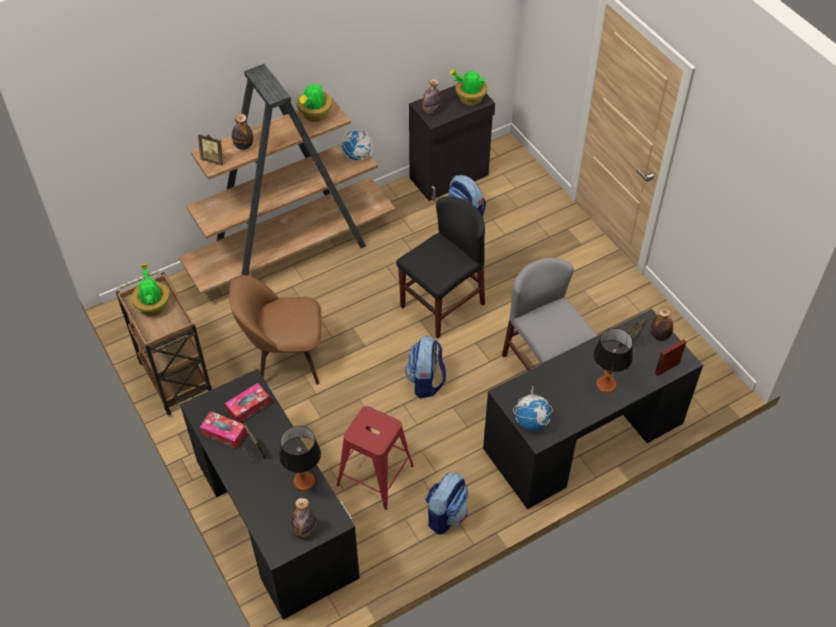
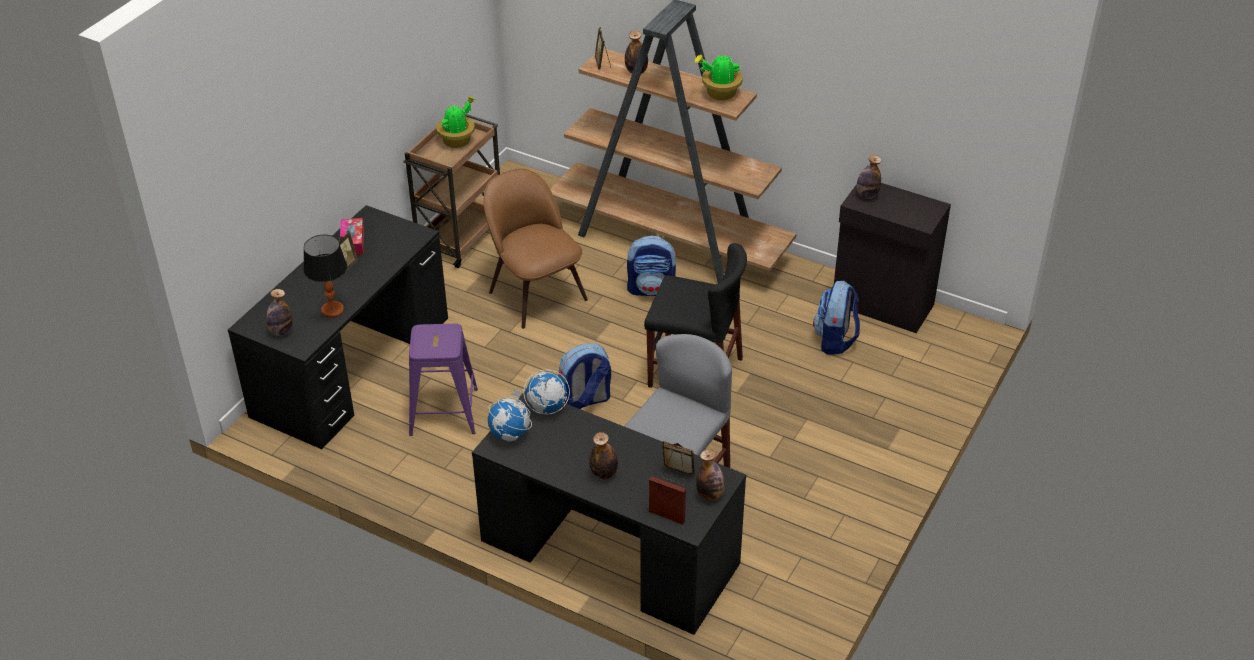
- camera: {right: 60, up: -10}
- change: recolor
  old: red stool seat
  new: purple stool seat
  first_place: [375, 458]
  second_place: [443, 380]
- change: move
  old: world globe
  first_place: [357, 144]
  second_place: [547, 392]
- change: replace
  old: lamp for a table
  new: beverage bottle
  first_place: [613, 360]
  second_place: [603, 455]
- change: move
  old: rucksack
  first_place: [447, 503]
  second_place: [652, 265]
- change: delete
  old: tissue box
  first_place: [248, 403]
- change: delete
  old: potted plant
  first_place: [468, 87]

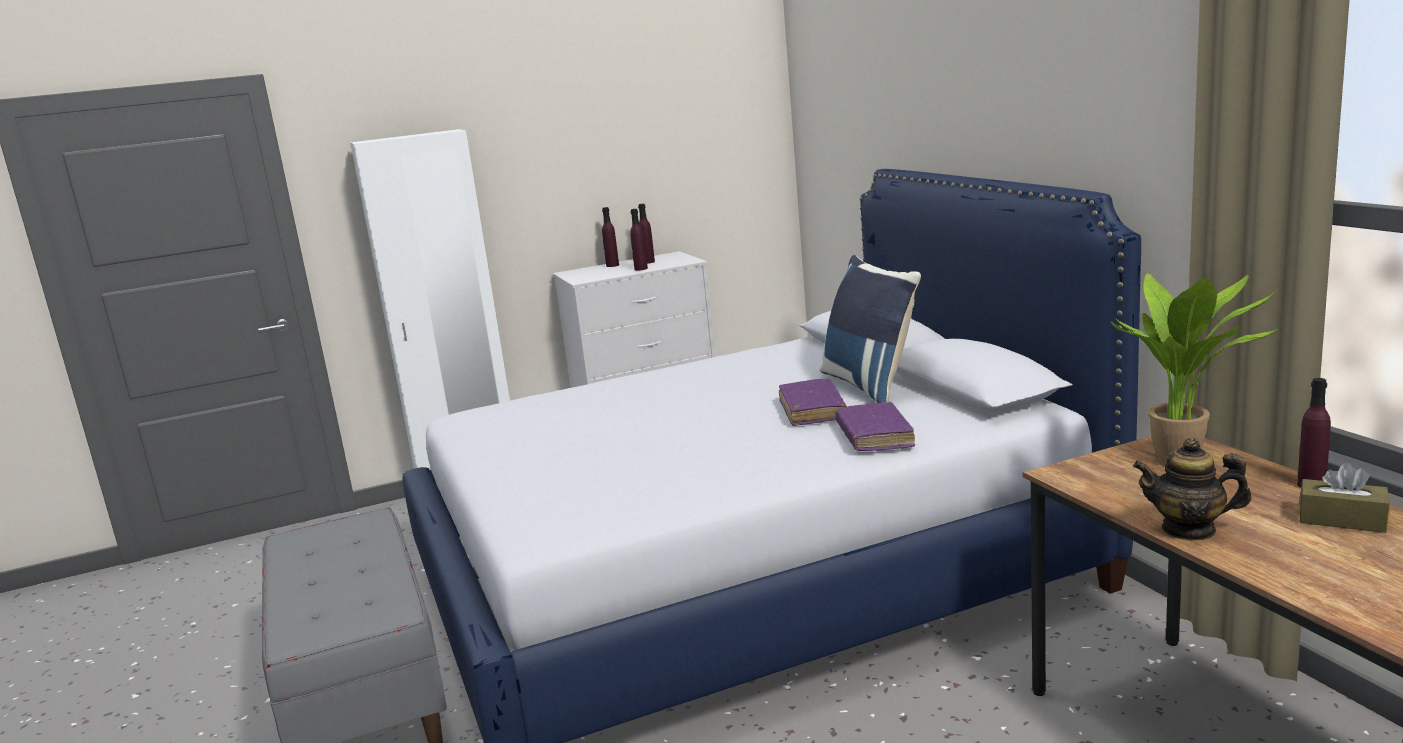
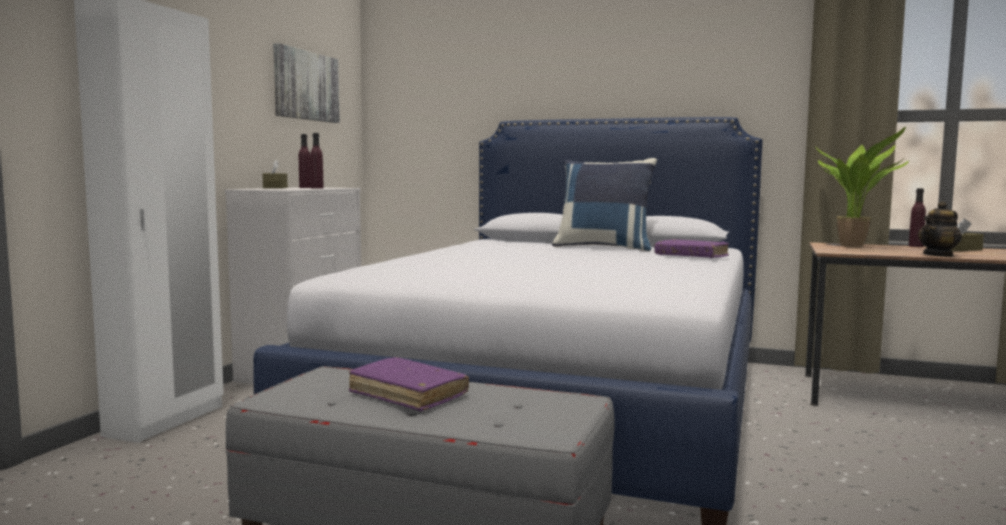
- camera: {right: -50, up: -10}
- change: replace
  old: purple beverage bottle
  new: brownish tissue box
  first_place: [610, 237]
  second_place: [275, 174]
- change: insert
  new: picture
  second_place: [306, 83]
- change: move
  old: purple bound book
  first_place: [813, 402]
  second_place: [409, 384]

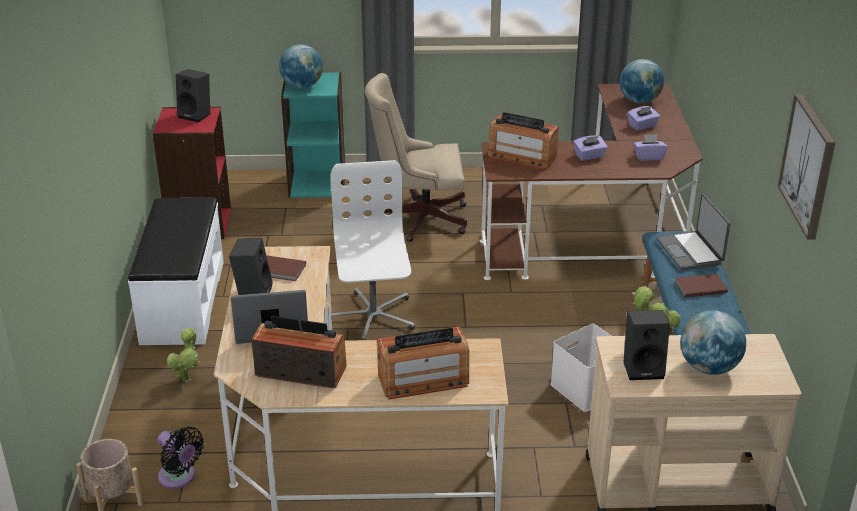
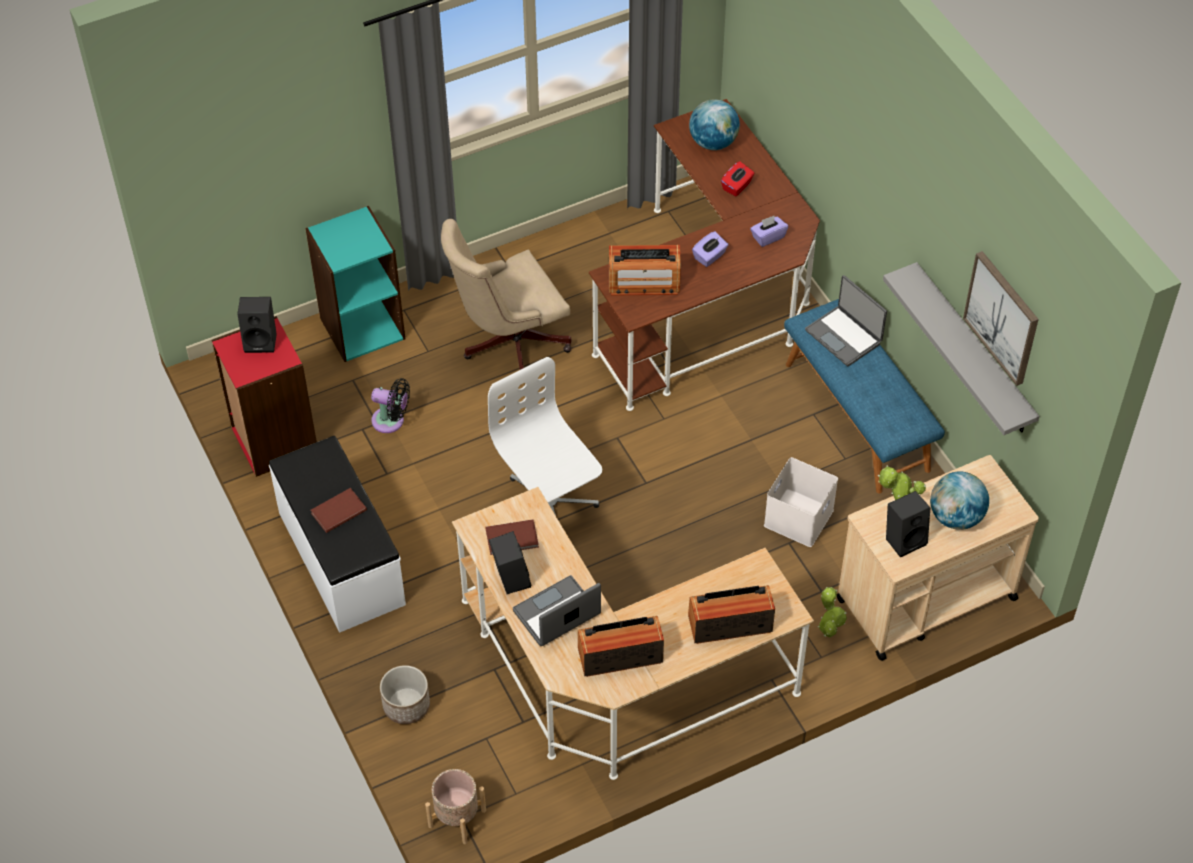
- camera: {right: -25, up: 20}
- change: move
  old: brownish bound book
  first_place: [701, 286]
  second_place: [339, 510]
- change: move
  old: black-coloured fan
  first_place: [181, 458]
  second_place: [390, 405]
- change: insert
  new: planter
  second_place: [405, 694]
- change: rotate
  old: radio receiver
  first_place: [423, 362]
  second_place: [731, 614]
  degrees: -150
- change: recolor
  old: purple tissue box
  new: red tissue box
  first_place: [643, 118]
  second_place: [738, 178]
- change: move
  old: potted plant
  first_place: [183, 355]
  second_place: [832, 612]
- change: insert
  new: grey bracket shelf
  second_place: [961, 348]
- change: delete
  old: world globe
  first_place: [301, 66]

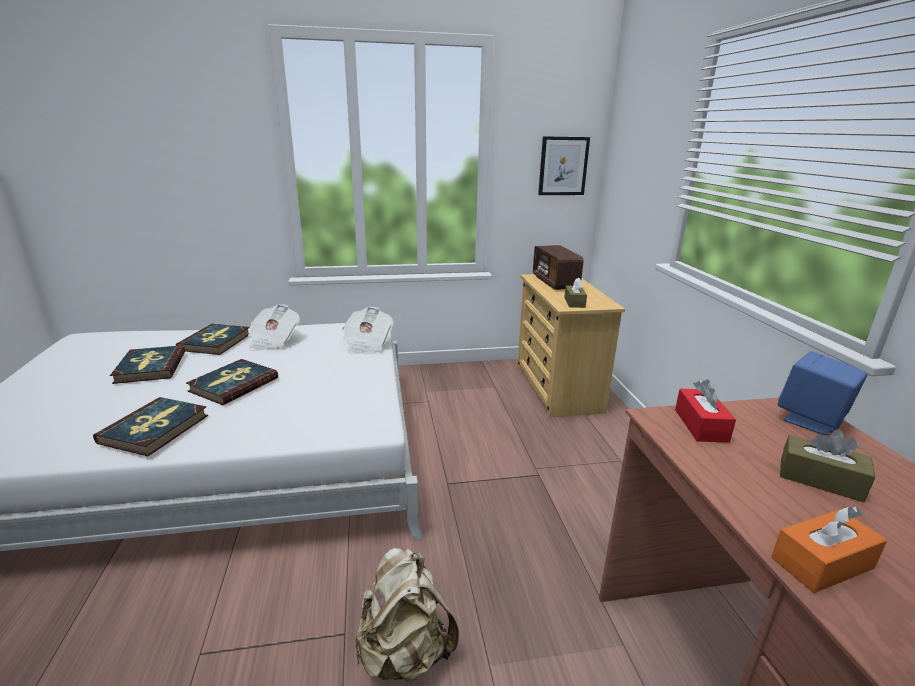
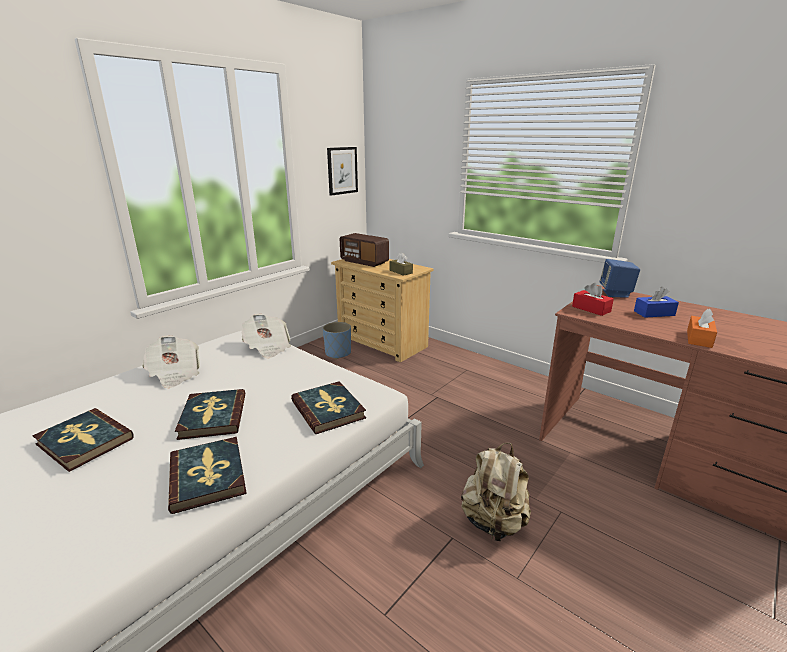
- camera: {right: -40, up: 0}
- change: move
  old: bound book
  first_place: [212, 339]
  second_place: [328, 407]
- change: insert
  new: blue-coloured planter
  second_place: [337, 340]
- change: recolor
  old: brownish tissue box
  new: blue-coloured tissue box
  first_place: [827, 466]
  second_place: [656, 302]

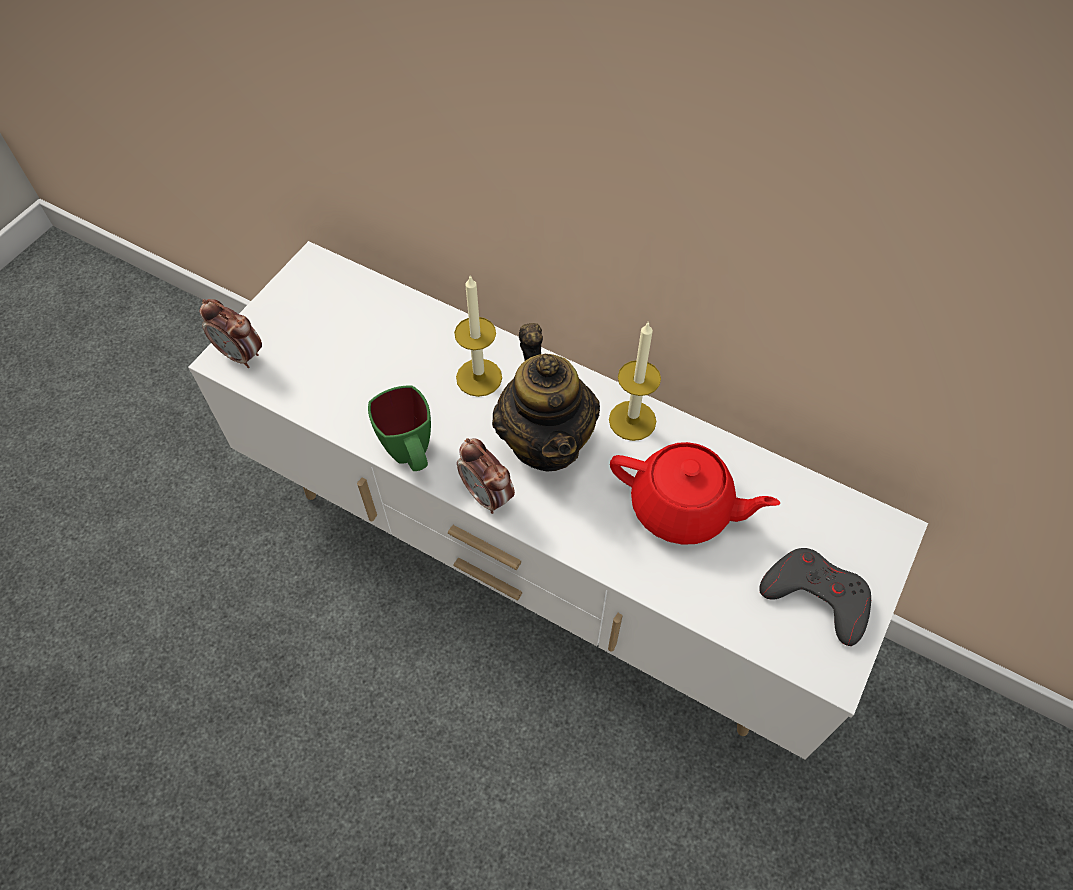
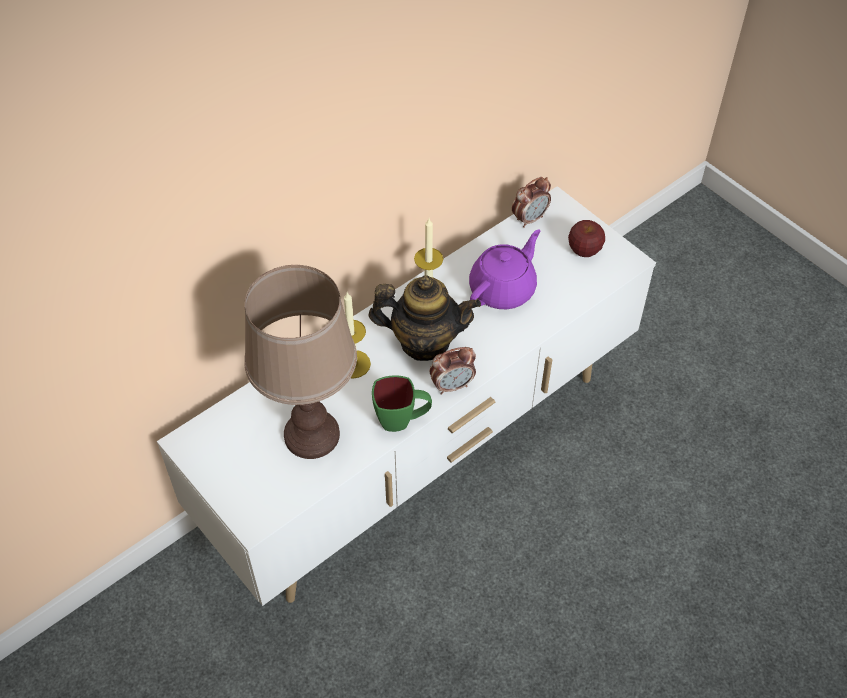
- camera: {right: -70, up: -5}
- change: insert
  new: brownish lamp for a table
  second_place: [300, 362]
- change: recolor
  old: red tea pot
  new: purple tea pot
  first_place: [695, 493]
  second_place: [504, 269]
- change: move
  old: bedside clock
  first_place: [231, 333]
  second_place: [531, 202]
- change: replace
  old: grey joypad
  new: whole apple
  first_place: [815, 597]
  second_place: [586, 238]

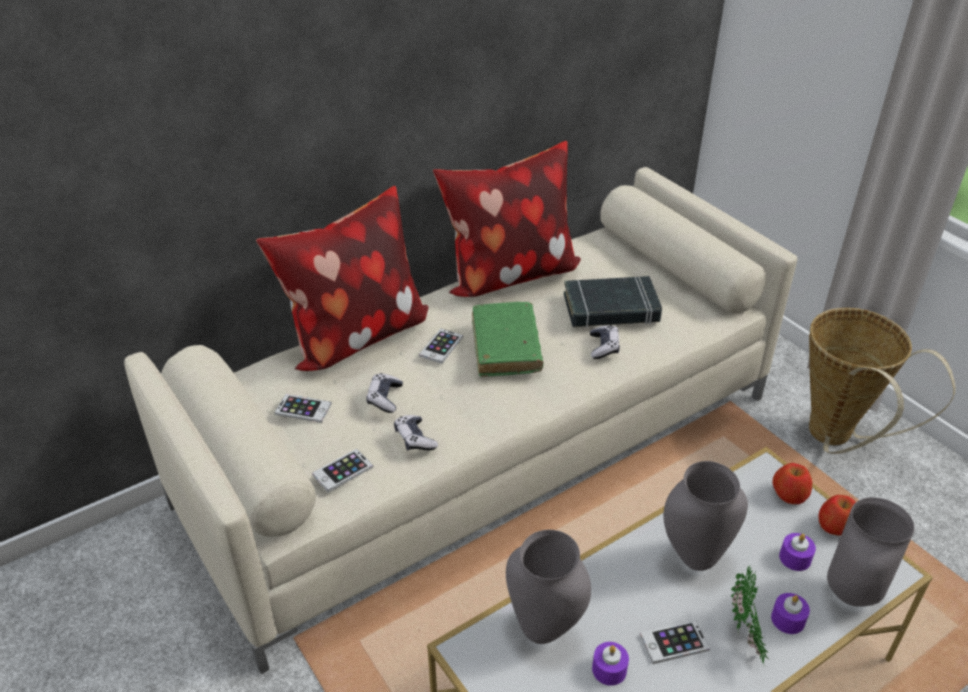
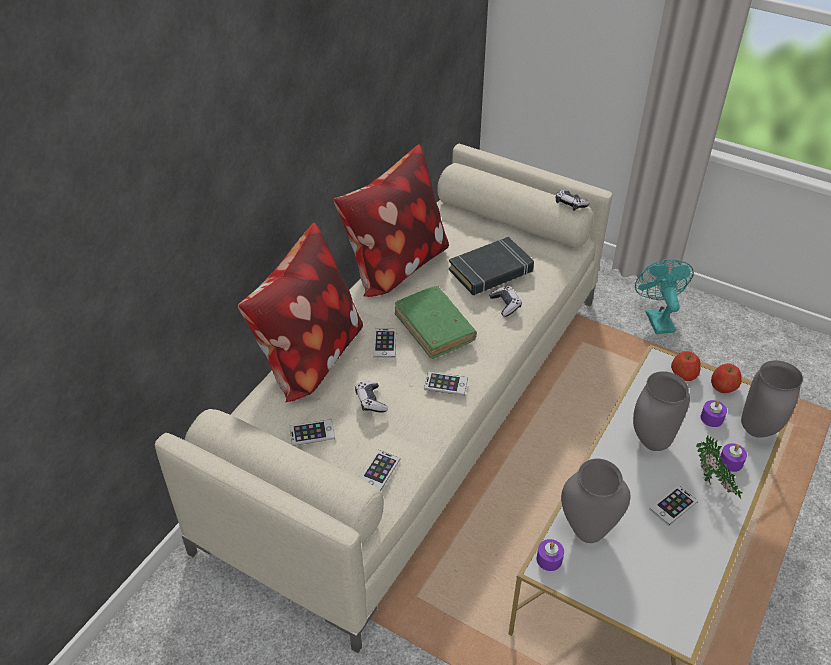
- camera: {right: -25, up: 5}
- change: insert
  new: handset
  second_place: [446, 383]
- change: move
  old: purple wax light
  first_place: [610, 664]
  second_place: [550, 555]
- change: move
  old: joypad
  first_place: [416, 433]
  second_place: [573, 200]
- change: replace
  old: household basket
  new: blue-green fan
  first_place: [882, 381]
  second_place: [664, 296]

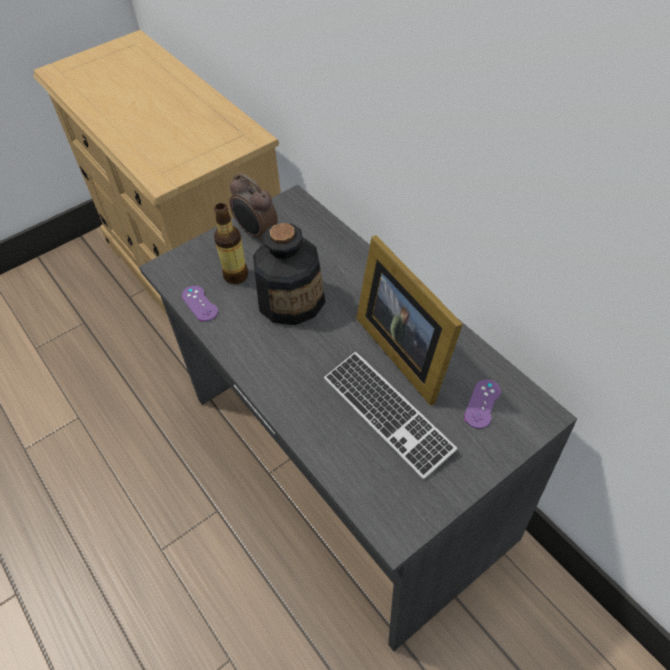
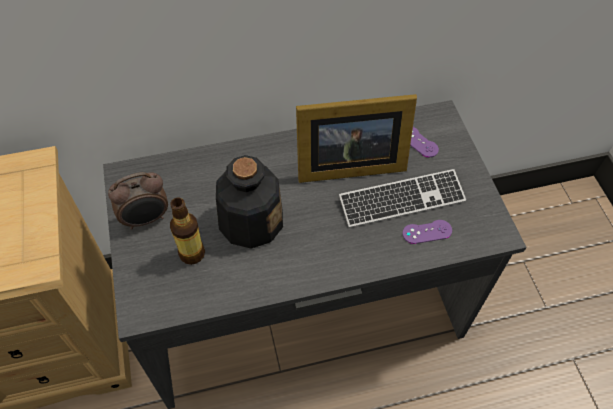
- camera: {right: -70, up: 5}
- change: move
  old: purple joypad
  first_place: [200, 303]
  second_place: [427, 232]

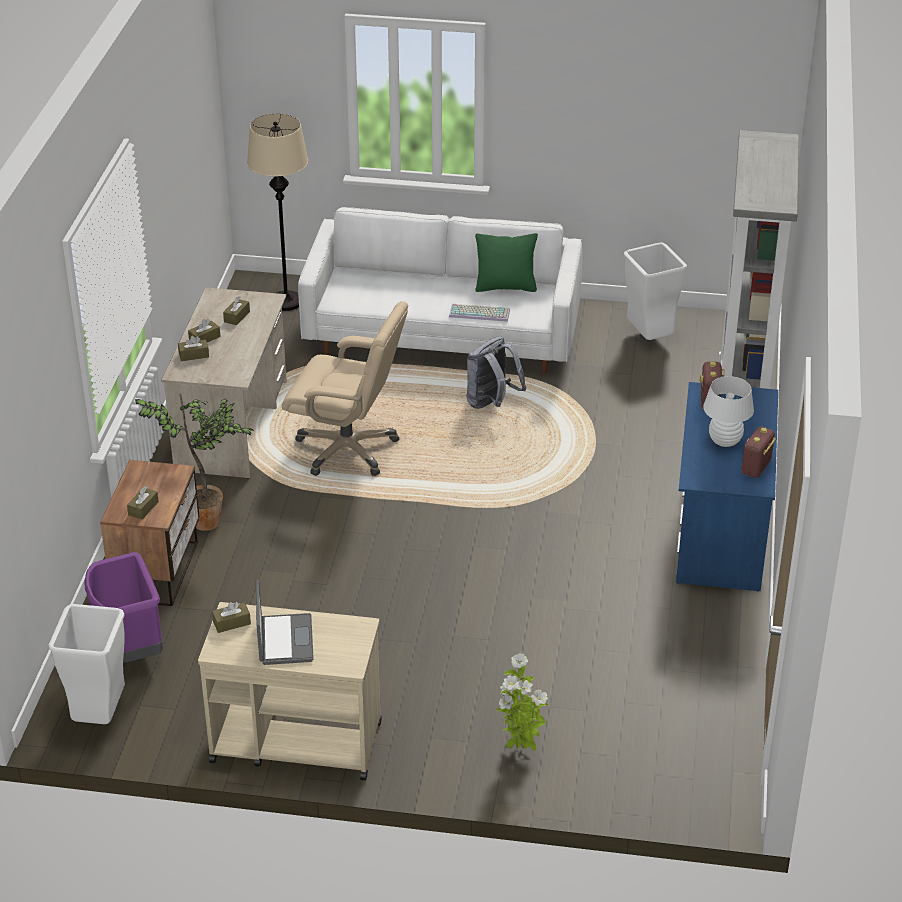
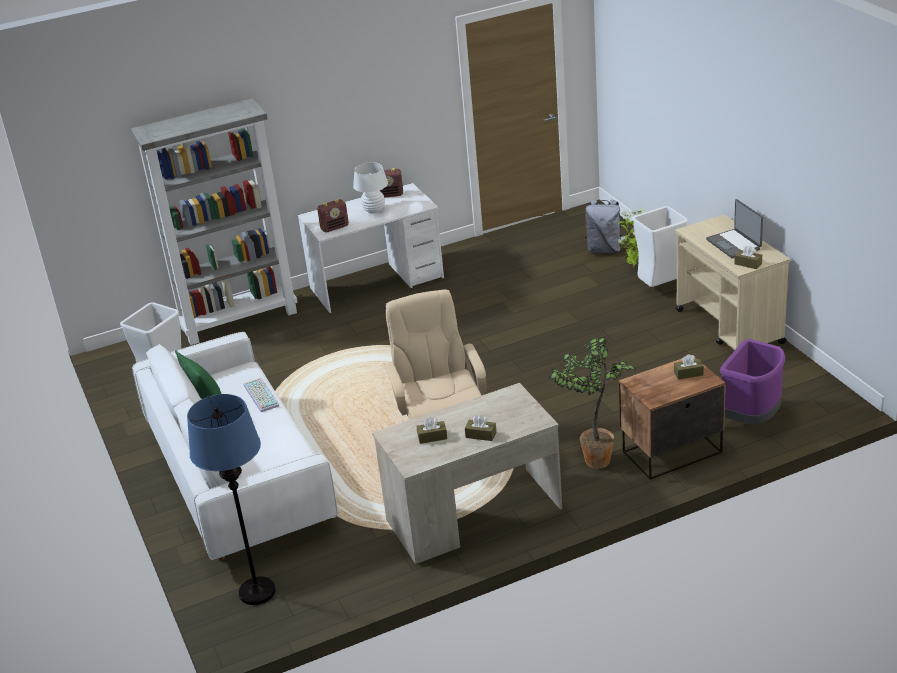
- camera: {right: -120, up: -5}
- change: recolor
  old: beige-coloured standard lamp
  new: blue-coloured standard lamp
  first_place: [277, 212]
  second_place: [231, 499]
- change: recolor
  old: blue-coloured desk table
  new: whitish desk table
  first_place: [727, 486]
  second_place: [371, 248]
- change: move
  old: grey rucksack
  first_place: [497, 372]
  second_place: [604, 226]
- change: move
  old: whitish trash can
  first_place: [86, 664]
  second_place: [660, 246]
- change: rotate
  old: laptop
  first_place: [285, 622]
  second_place: [734, 228]
  degrees: -75
- change: delete
  old: brownish tissue box
  first_place: [193, 348]

